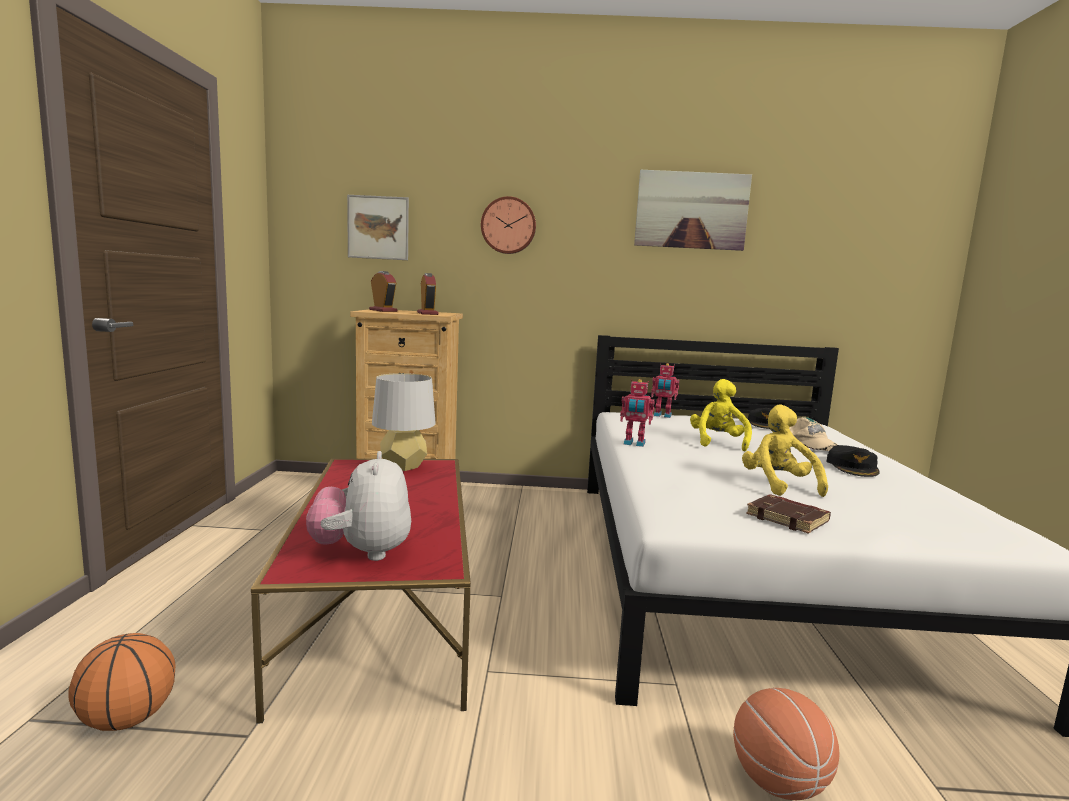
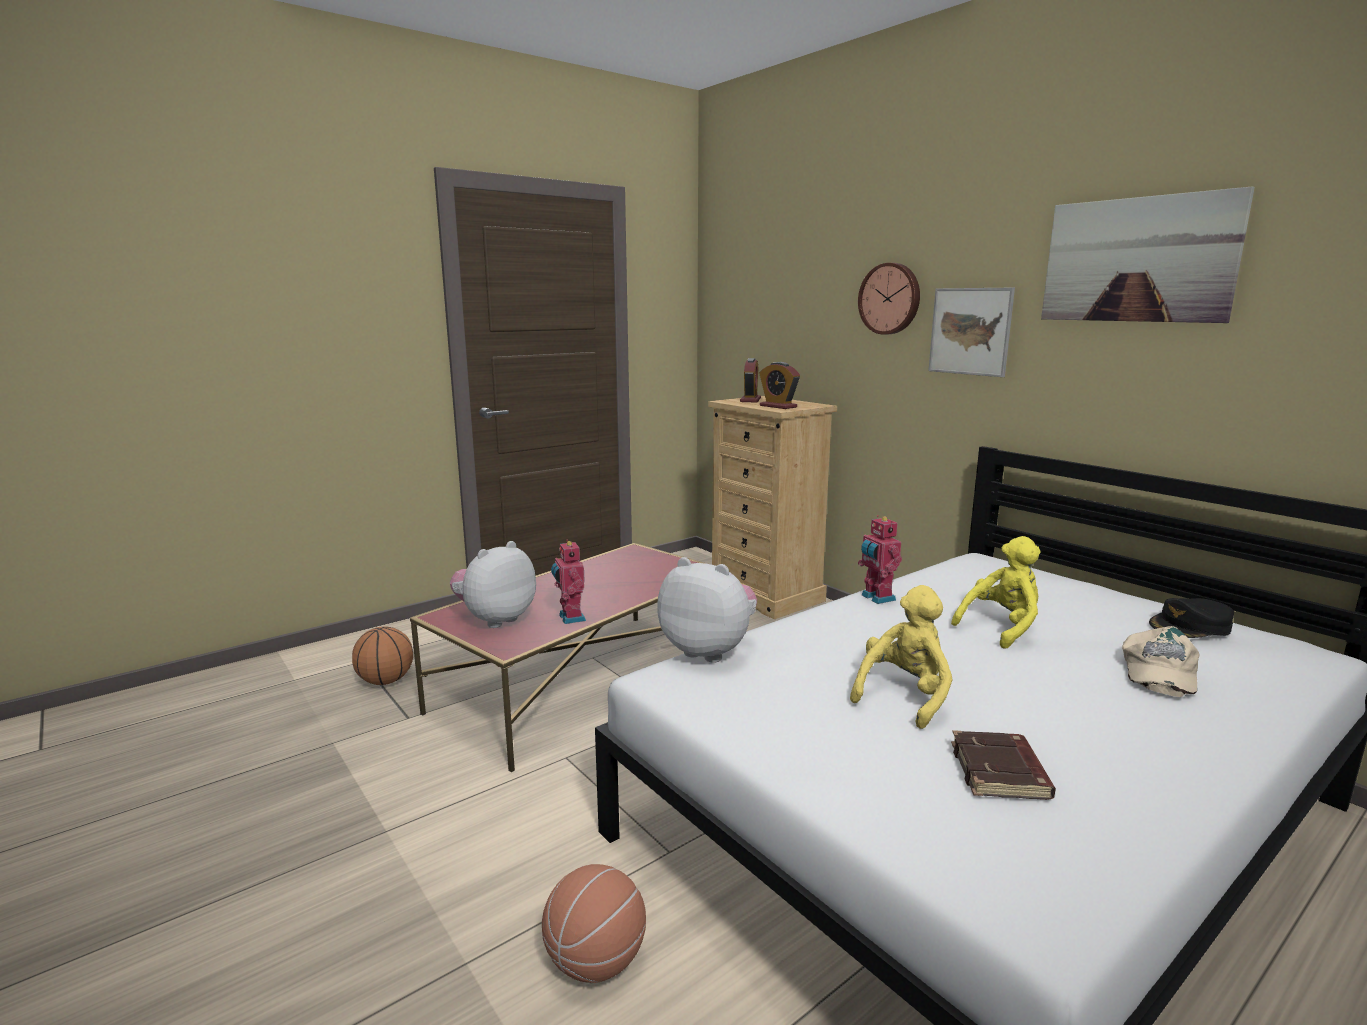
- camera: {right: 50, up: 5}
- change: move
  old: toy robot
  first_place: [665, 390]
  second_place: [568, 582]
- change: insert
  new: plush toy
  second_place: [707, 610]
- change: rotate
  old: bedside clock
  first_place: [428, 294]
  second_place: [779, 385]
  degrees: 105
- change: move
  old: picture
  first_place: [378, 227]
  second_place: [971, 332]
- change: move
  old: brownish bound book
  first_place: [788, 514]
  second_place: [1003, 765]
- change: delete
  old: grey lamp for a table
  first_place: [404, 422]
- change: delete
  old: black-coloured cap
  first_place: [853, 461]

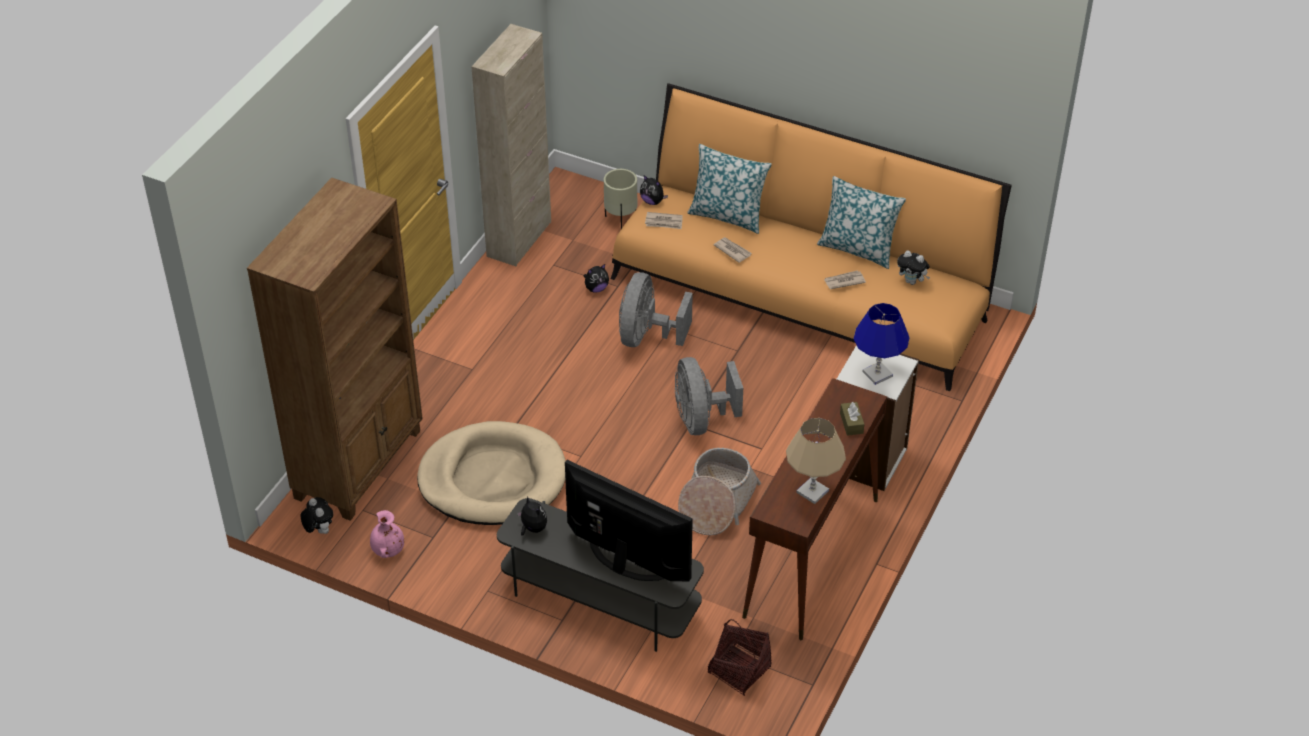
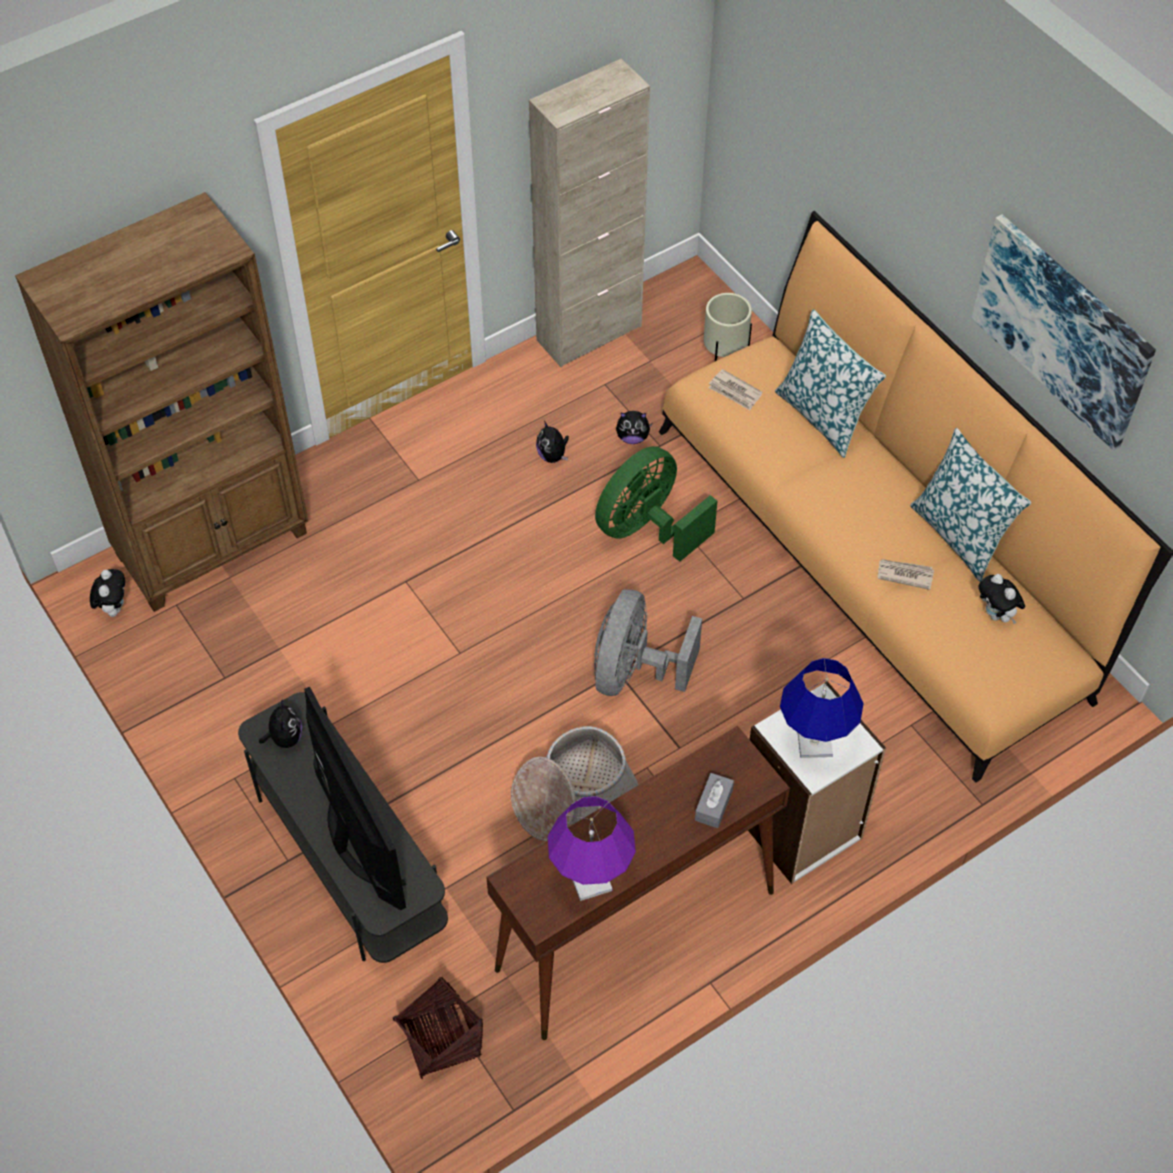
- camera: {right: 30, up: 10}
- change: move
  old: plush toy
  first_place: [654, 190]
  second_place: [552, 442]
- change: recolor
  old: beige-coloured lamp for a table
  new: purple lamp for a table
  first_place: [816, 461]
  second_place: [592, 848]
- change: recolor
  old: grey fan
  new: green fan
  first_place: [656, 309]
  second_place: [656, 504]
- change: recolor
  old: brownish tissue box
  new: grey tissue box
  first_place: [852, 419]
  second_place: [714, 800]
- change: insert
  new: picture
  second_place: [1063, 332]
- change: delete
  old: pinkish vase
  first_place: [387, 534]
- change: delete
  old: beige-coloured dog cushion
  first_place: [491, 473]
- change: delete
  old: newspaper
  first_place: [732, 250]

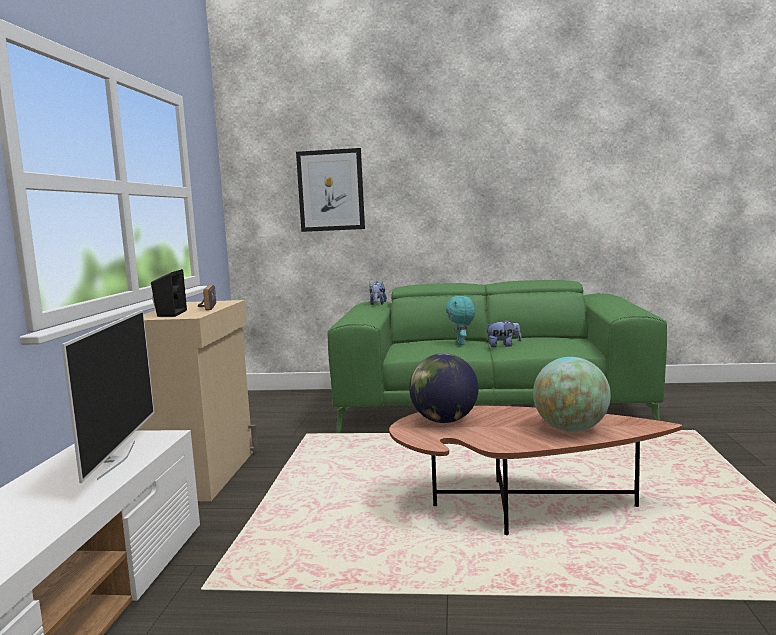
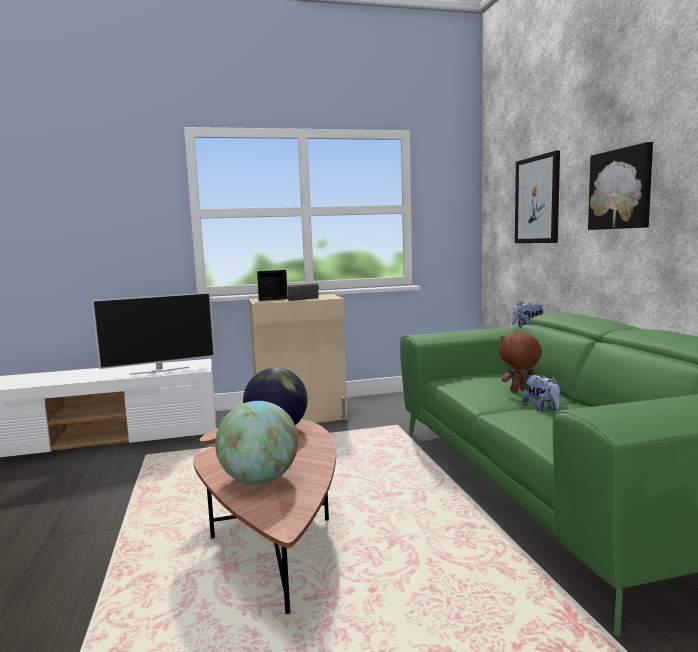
- camera: {right: 70, up: 0}
- change: recolor
  old: blue-green plush toy
  new: brownish plush toy
  first_place: [460, 320]
  second_place: [520, 362]
- change: insert
  new: picture
  second_place: [620, 186]

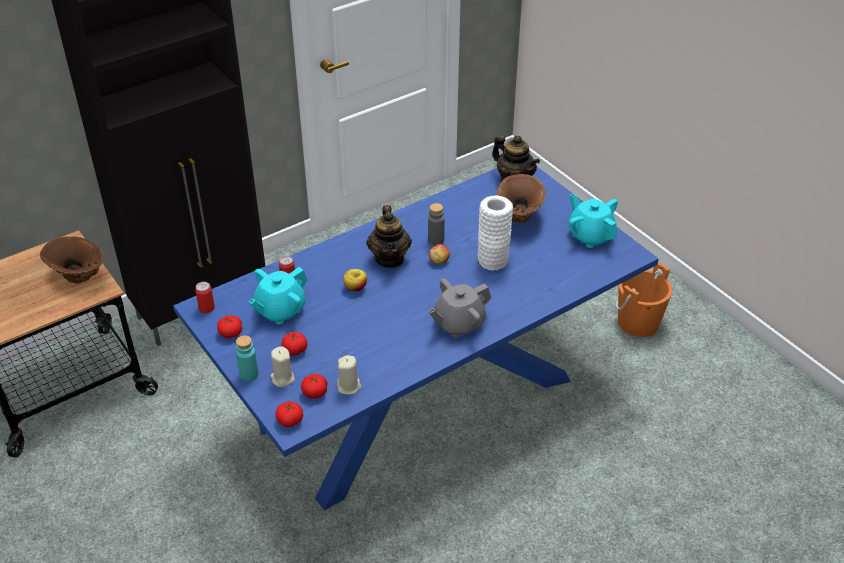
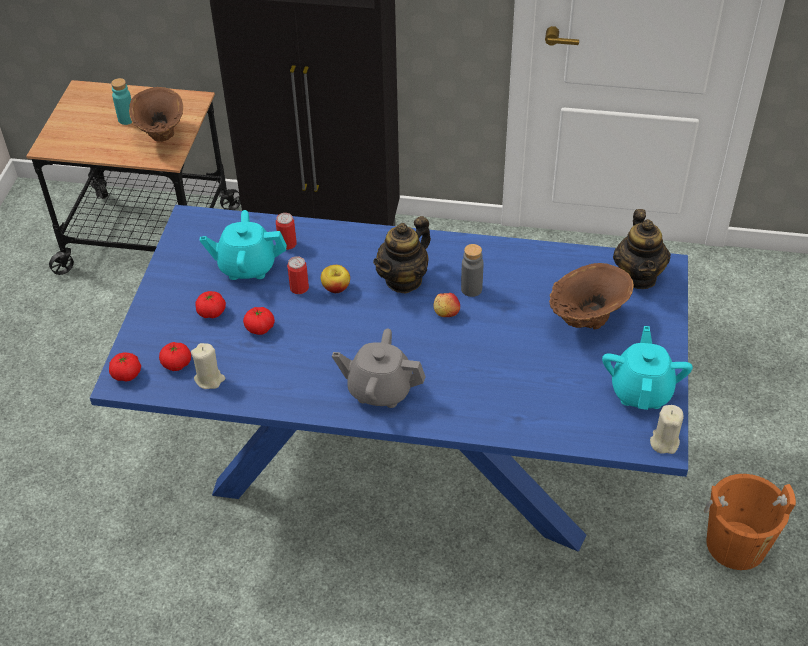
- camera: {right: 45, up: 5}
- change: move
  old: blue-green beverage bottle
  first_place: [247, 358]
  second_place: [121, 101]
- change: move
  old: tomato
  first_place: [229, 326]
  second_place: [259, 321]
- change: move
  old: can
  first_place: [205, 297]
  second_place: [298, 275]
- change: move
  old: beige-coloured wax light
  first_place: [282, 367]
  second_place: [667, 429]
- change: delete
  old: whitish vase
  first_place: [495, 233]

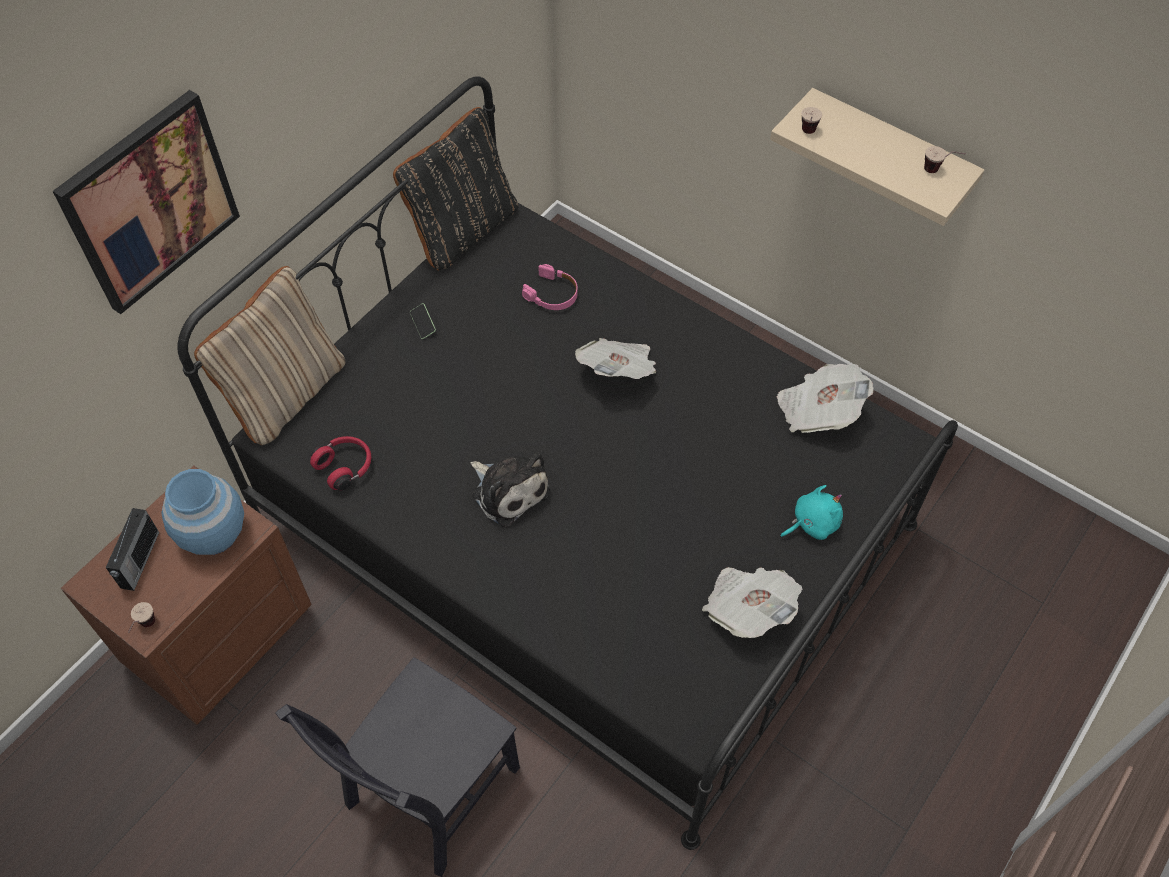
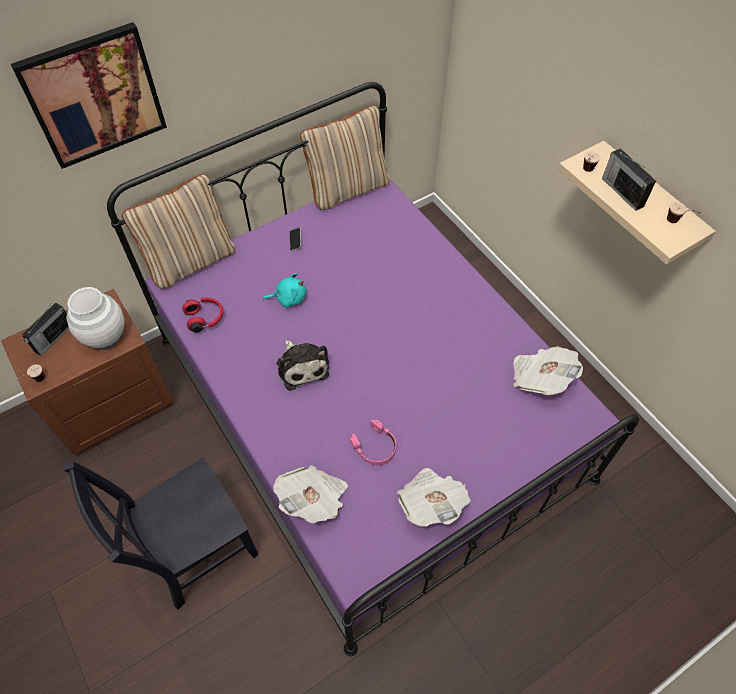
- camera: {right: 20, up: 0}
- change: recolor
  old: blue-coloured vase
  new: whitish vase
  first_place: [202, 512]
  second_place: [95, 318]
- change: recolor
  old: black-coloured bed
  new: purple bed
  first_place: [567, 463]
  second_place: [373, 369]
- change: move
  old: blue-green plush toy
  first_place: [811, 512]
  second_place: [284, 290]
- change: move
  old: newspaper
  first_place: [616, 358]
  second_place: [310, 494]
- change: recolor
  old: black-coloured pillow
  new: beige-coloured pillow
  first_place: [455, 189]
  second_place: [345, 157]
- change: move
  old: pinkish pair of headphones
  first_place: [550, 287]
  second_place: [373, 442]
- change: insert
  new: radio receiver
  second_place: [629, 179]

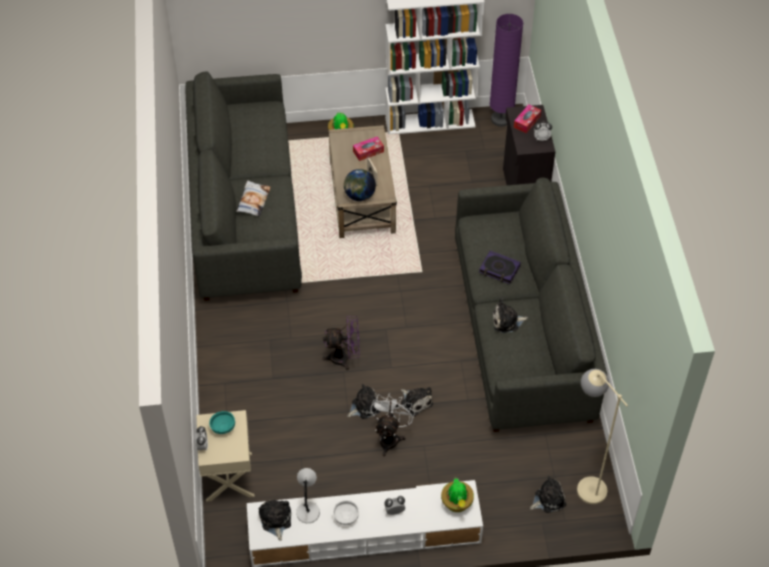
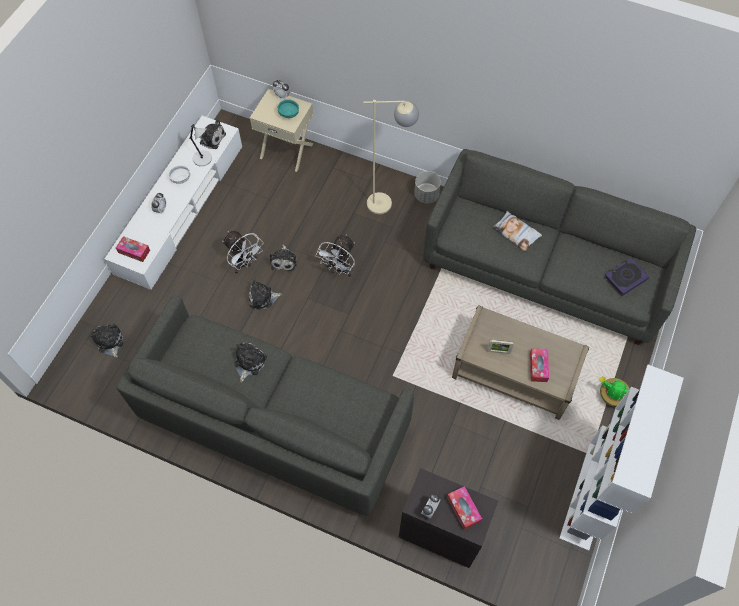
- camera: {right: 120, up: 10}
- change: rotate
  old: plush toy
  first_place: [548, 494]
  second_place: [106, 341]
  degrees: 150
- change: replace
  old: potted plant
  new: tissue box
  first_place: [457, 494]
  second_place: [133, 249]
- change: recolor
  old: purple fan
  new: whitish fan
  first_place: [341, 343]
  second_place: [335, 255]
- change: move
  old: beige-coloured standard lamp
  first_place: [602, 436]
  second_place: [391, 157]
- change: insert
  new: grey planter
  second_place: [427, 187]
- change: move
  old: bound book
  first_place: [500, 267]
  second_place: [626, 277]
- change: delete
  old: world globe
  first_place: [360, 185]
- change: delete
  old: purple standard lamp
  first_place: [506, 70]

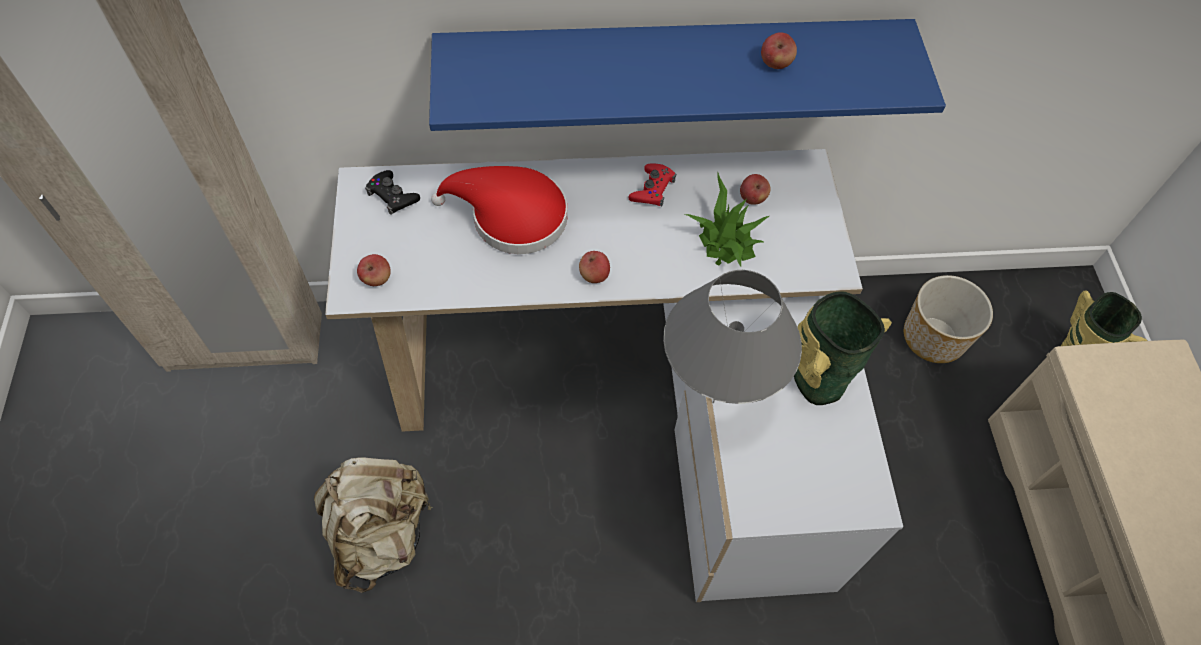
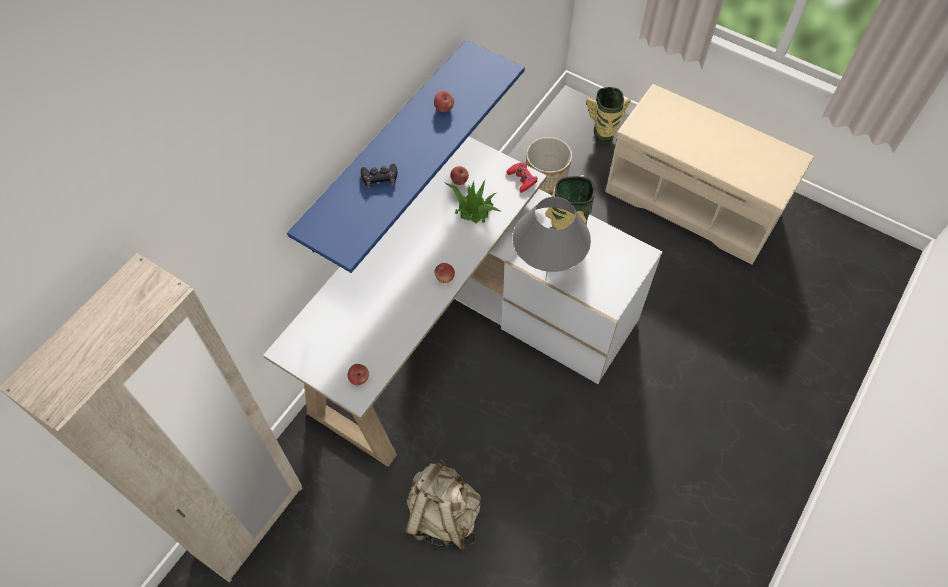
- camera: {right: -50, up: 0}
- change: move
  old: black-coloured joypad
  first_place: [392, 192]
  second_place: [379, 176]
- change: move
  old: red joypad
  first_place: [652, 184]
  second_place: [522, 177]
- change: delete
  old: red hat
  first_place: [499, 210]

